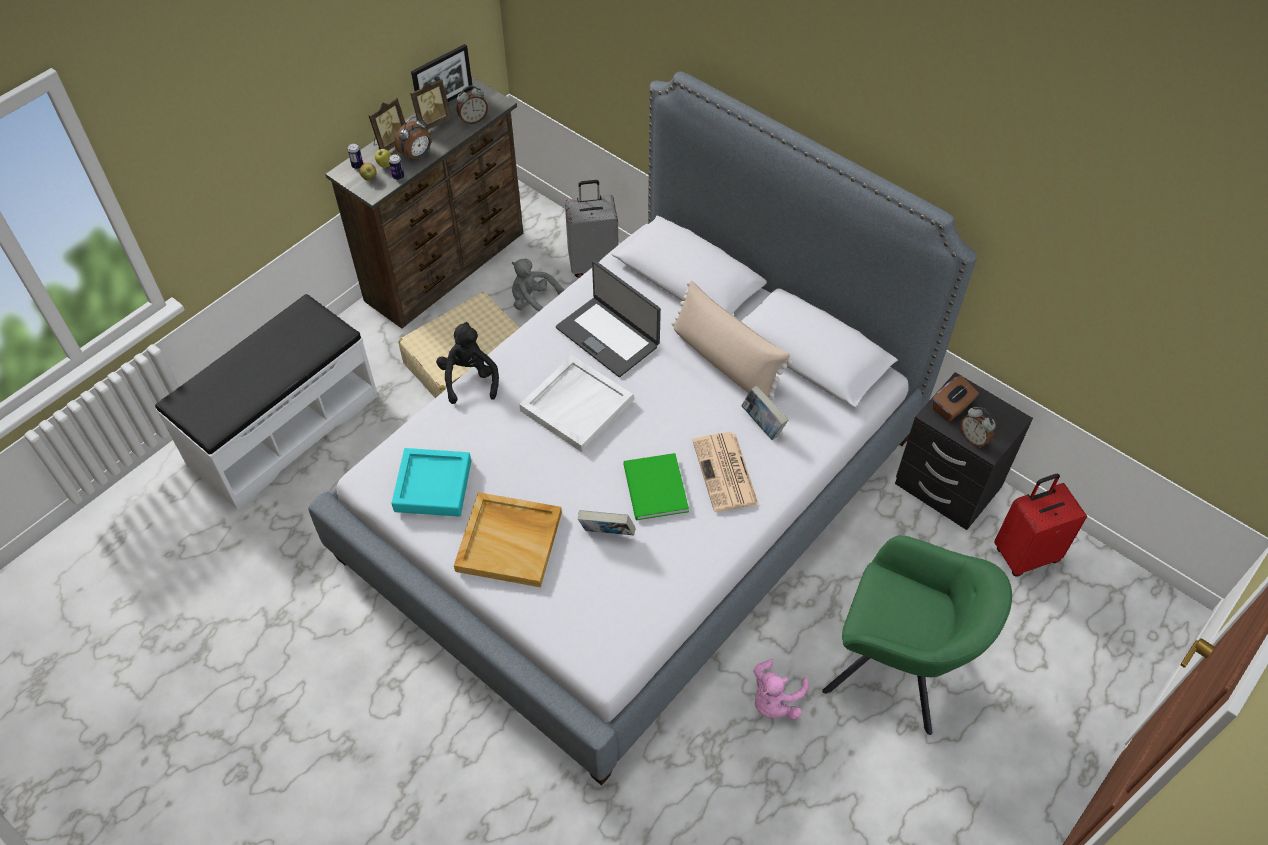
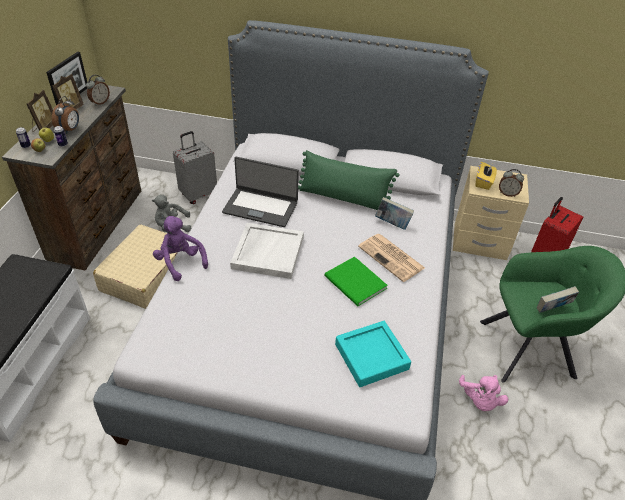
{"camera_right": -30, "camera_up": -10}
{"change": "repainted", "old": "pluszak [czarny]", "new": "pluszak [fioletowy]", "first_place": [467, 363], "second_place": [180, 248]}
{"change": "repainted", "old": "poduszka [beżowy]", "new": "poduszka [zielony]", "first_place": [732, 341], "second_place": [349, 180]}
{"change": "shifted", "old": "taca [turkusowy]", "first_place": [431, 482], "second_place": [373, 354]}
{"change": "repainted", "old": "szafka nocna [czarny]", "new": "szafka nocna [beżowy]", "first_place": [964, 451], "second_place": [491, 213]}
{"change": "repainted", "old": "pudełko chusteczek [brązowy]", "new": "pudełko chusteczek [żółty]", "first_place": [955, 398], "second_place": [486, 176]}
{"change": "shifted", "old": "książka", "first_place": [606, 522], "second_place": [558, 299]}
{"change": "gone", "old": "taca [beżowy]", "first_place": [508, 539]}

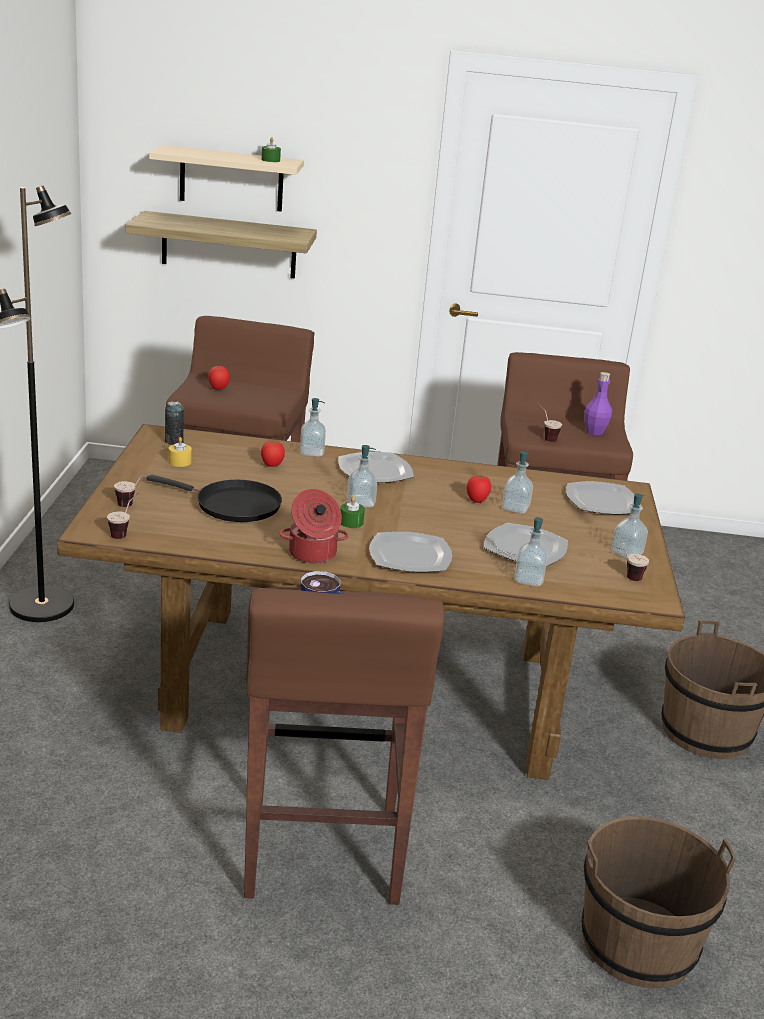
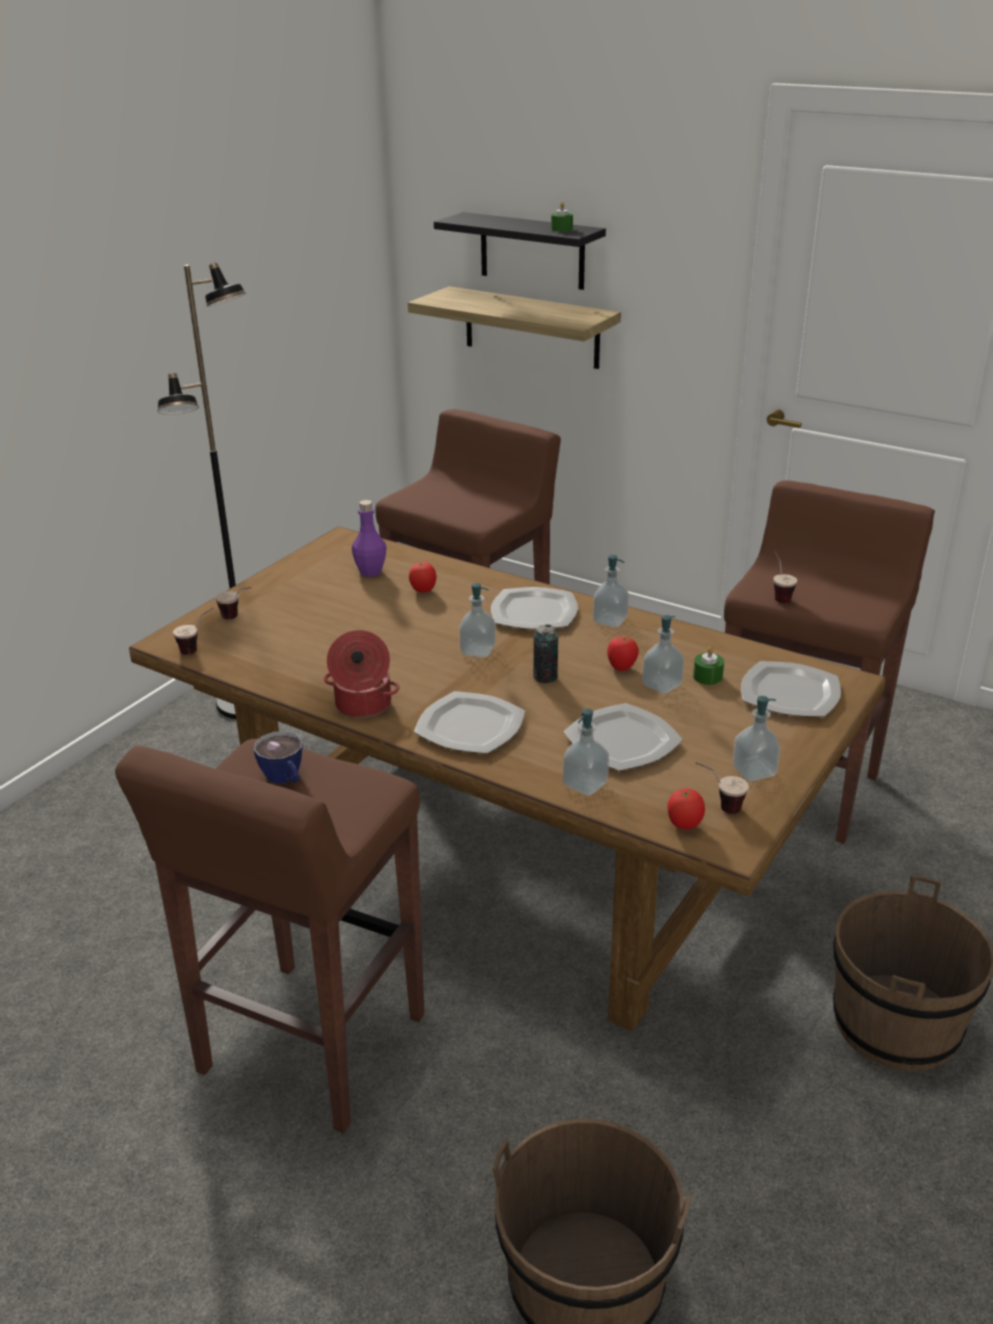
{"camera_right": 30, "camera_up": 5}
{"change": "shifted", "old": "butelka [fioletowy]", "first_place": [598, 403], "second_place": [369, 538]}
{"change": "repainted", "old": "półka [beżowy]", "new": "półka [czarny]", "first_place": [226, 178], "second_place": [520, 251]}
{"change": "shifted", "old": "puszka", "first_place": [174, 423], "second_place": [545, 654]}
{"change": "shifted", "old": "dozownik mydła", "first_place": [313, 427], "second_place": [611, 591]}
{"change": "shifted", "old": "pomidor", "first_place": [219, 378], "second_place": [686, 809]}
{"change": "shifted", "old": "świeca [zielony]", "first_place": [352, 512], "second_place": [708, 665]}
{"change": "gone", "old": "patelnia [czarny]", "first_place": [214, 498]}
{"change": "gone", "old": "świeca [żółty]", "first_place": [180, 452]}

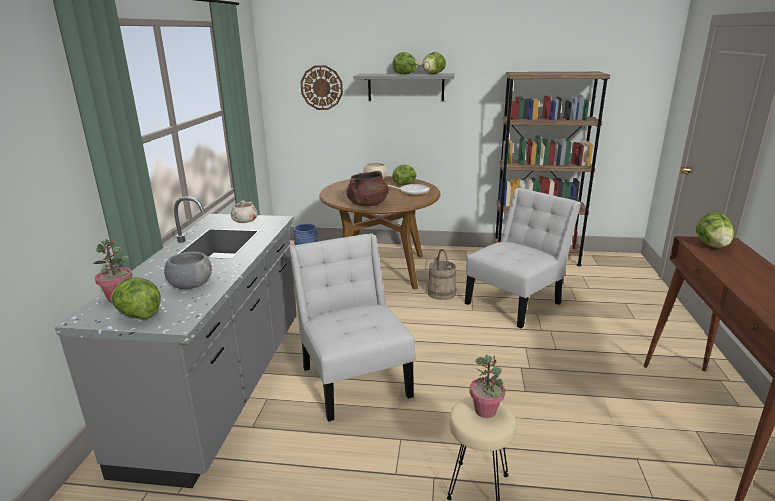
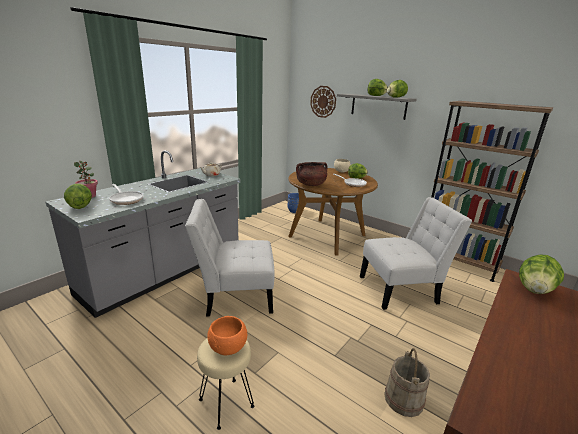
{"camera_right": 30, "camera_up": 0}
{"change": "swapped", "old": "miska [szary]", "new": "patelnia", "first_place": [188, 270], "second_place": [126, 194]}
{"change": "rotated", "old": "krzesło [biały]", "first_place": [352, 327], "second_place": [230, 257], "degrees": -105}
{"change": "swapped", "old": "roślina doniczkowa", "new": "miska [pomarańczowy]", "first_place": [487, 386], "second_place": [227, 335]}
{"change": "shifted", "old": "wiadro [beżowy]", "first_place": [442, 274], "second_place": [407, 382]}

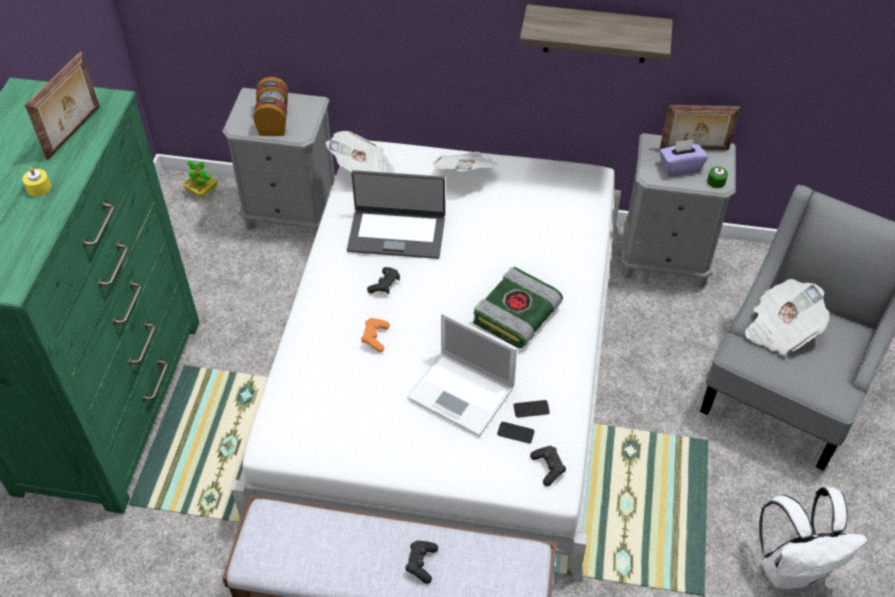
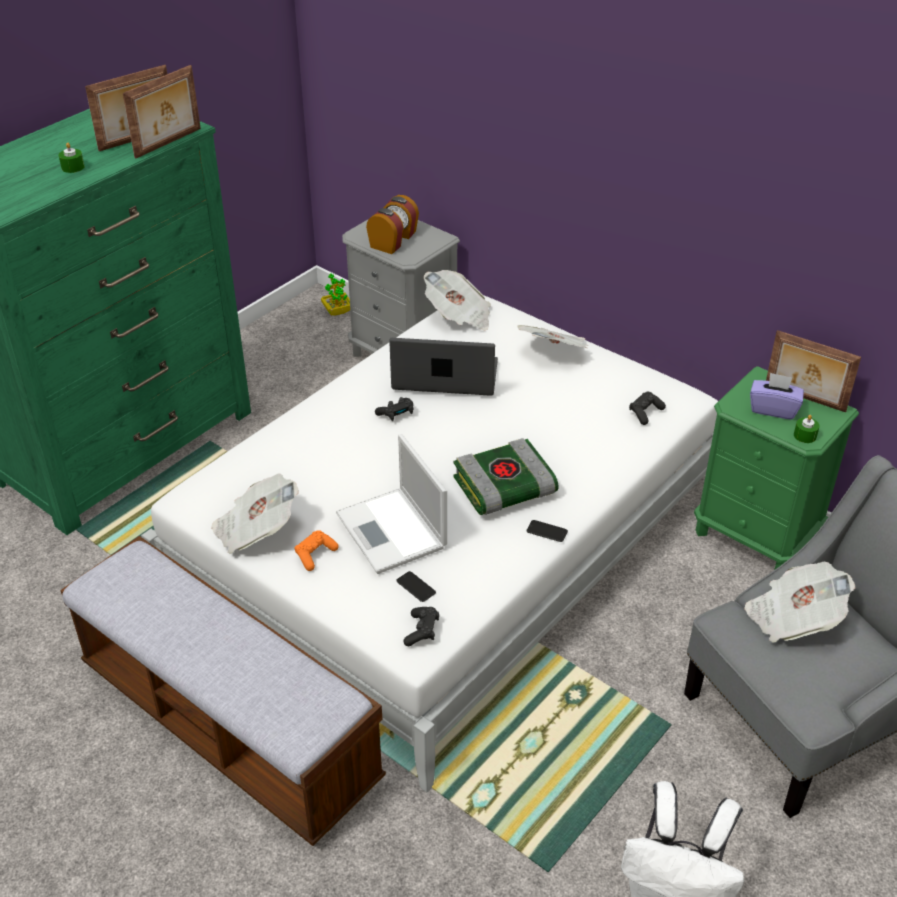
{"camera_right": 30, "camera_up": -10}
{"change": "repainted", "old": "świeca [żółty]", "new": "świeca [zielony]", "first_place": [37, 182], "second_place": [72, 157]}
{"change": "new", "new": "ramka na zdjęcie", "second_place": [162, 112]}
{"change": "new", "new": "gazeta", "second_place": [255, 514]}
{"change": "shifted", "old": "pad do gier [pomarańczowy]", "first_place": [375, 335], "second_place": [317, 550]}
{"change": "rotated", "old": "laptop", "first_place": [396, 214], "second_place": [443, 367], "degrees": 150}
{"change": "shifted", "old": "telefon", "first_place": [531, 409], "second_place": [547, 531]}
{"change": "shifted", "old": "pad do gier [czarny]", "first_place": [421, 562], "second_place": [647, 408]}
{"change": "repainted", "old": "szafka nocna [szary]", "new": "szafka nocna [zielony]", "first_place": [678, 210], "second_place": [776, 468]}
{"change": "gone", "old": "półka", "first_place": [596, 33]}

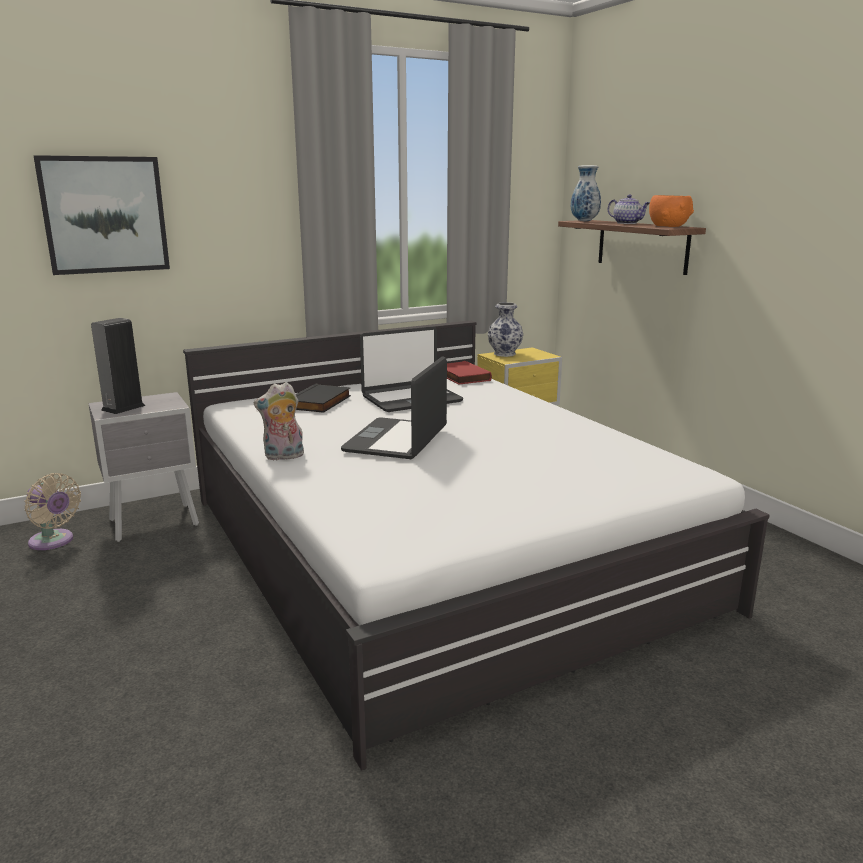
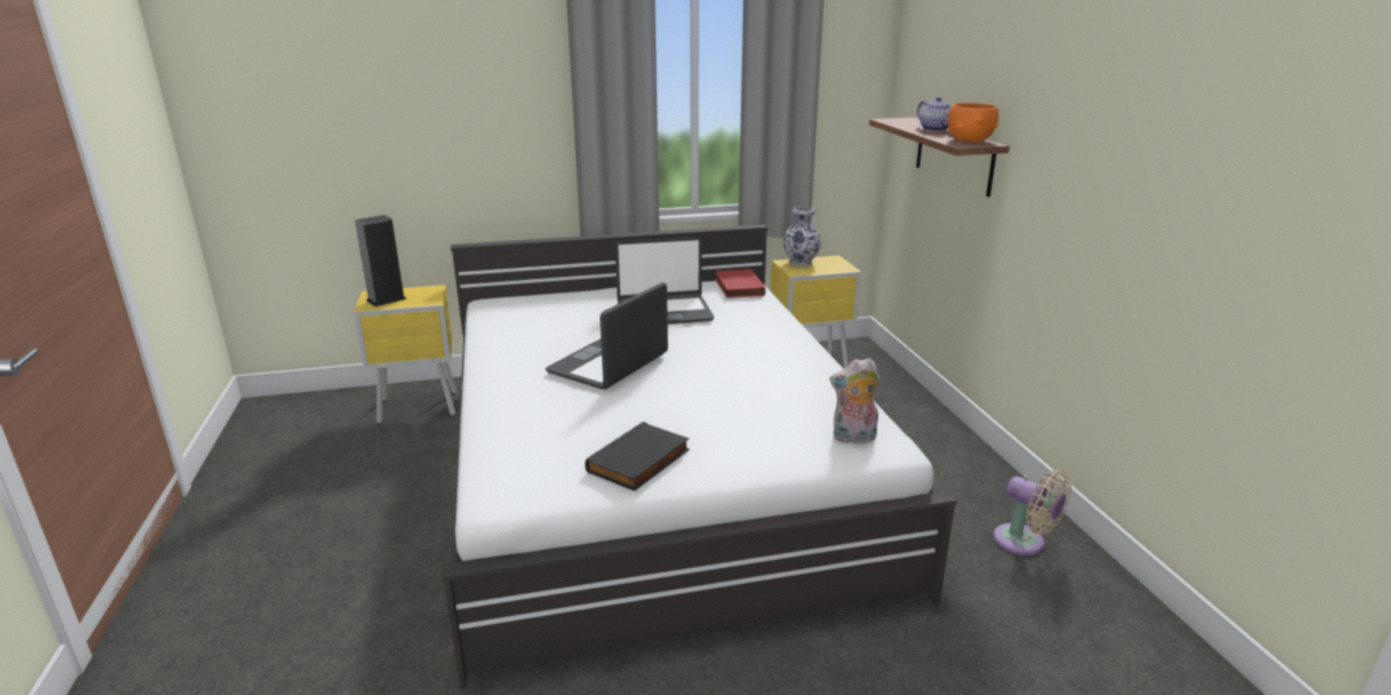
{"camera_right": 15, "camera_up": 5}
{"change": "repainted", "old": "szafka nocna [szary]", "new": "szafka nocna [żółty]", "first_place": [143, 467], "second_place": [405, 354]}
{"change": "shifted", "old": "książka [czarny]", "first_place": [323, 398], "second_place": [637, 456]}
{"change": "shifted", "old": "pluszak", "first_place": [279, 421], "second_place": [855, 400]}
{"change": "shifted", "old": "wentylator [beżowy]", "first_place": [53, 511], "second_place": [1032, 513]}
{"change": "gone", "old": "obraz", "first_place": [102, 215]}
{"change": "gone", "old": "wazon", "first_place": [586, 193]}

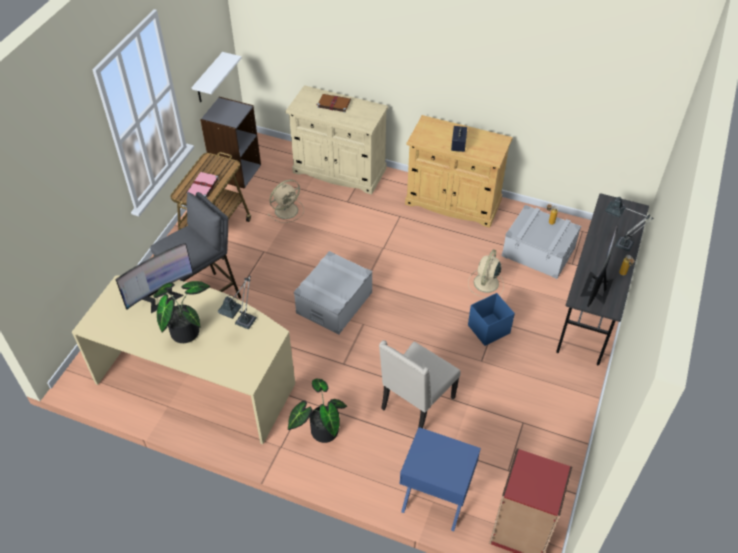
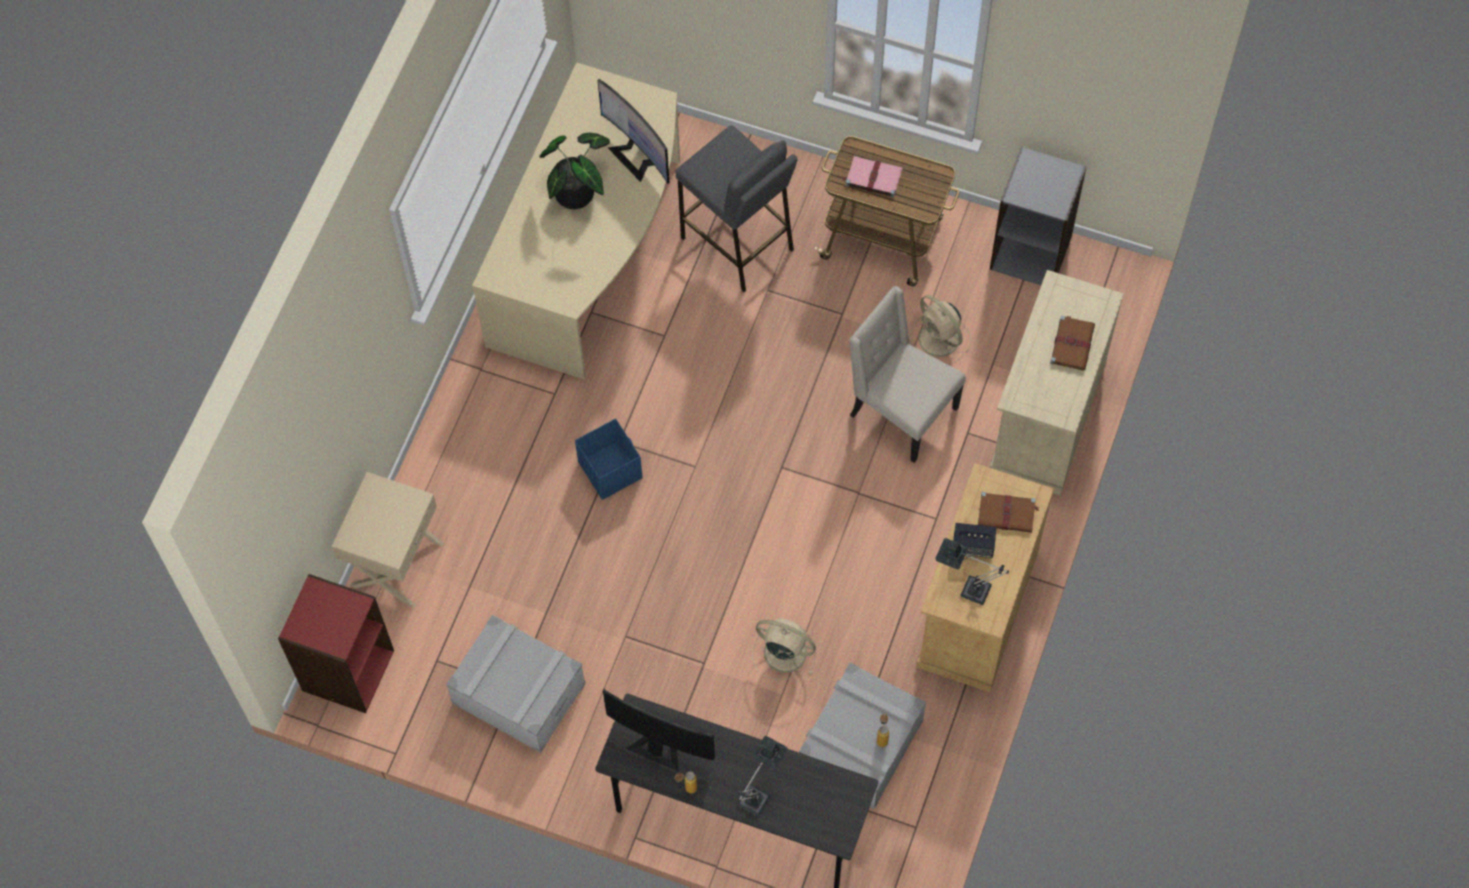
{"camera_right": 90, "camera_up": 15}
{"change": "repainted", "old": "szafka nocna [niebieski]", "new": "szafka nocna [beżowy]", "first_place": [440, 479], "second_place": [388, 540]}
{"change": "shifted", "old": "pojemnik do przechowywania [szary]", "first_place": [333, 293], "second_place": [516, 684]}
{"change": "shifted", "old": "pojemnik do przechowywania [niebieski]", "first_place": [491, 319], "second_place": [609, 459]}
{"change": "shifted", "old": "krzesło [beżowy]", "first_place": [420, 384], "second_place": [907, 374]}
{"change": "shifted", "old": "lampa stołowa", "first_place": [237, 302], "second_place": [972, 571]}
{"change": "new", "new": "książka [brązowy]", "second_place": [1009, 512]}
{"change": "gone", "old": "półka [biały]", "first_place": [217, 77]}
{"change": "gone", "old": "roślina doniczkowa", "first_place": [317, 411]}

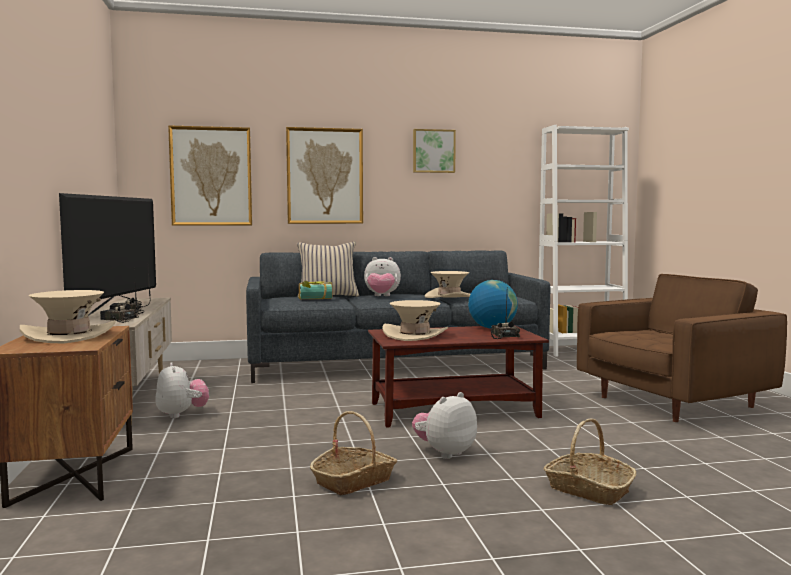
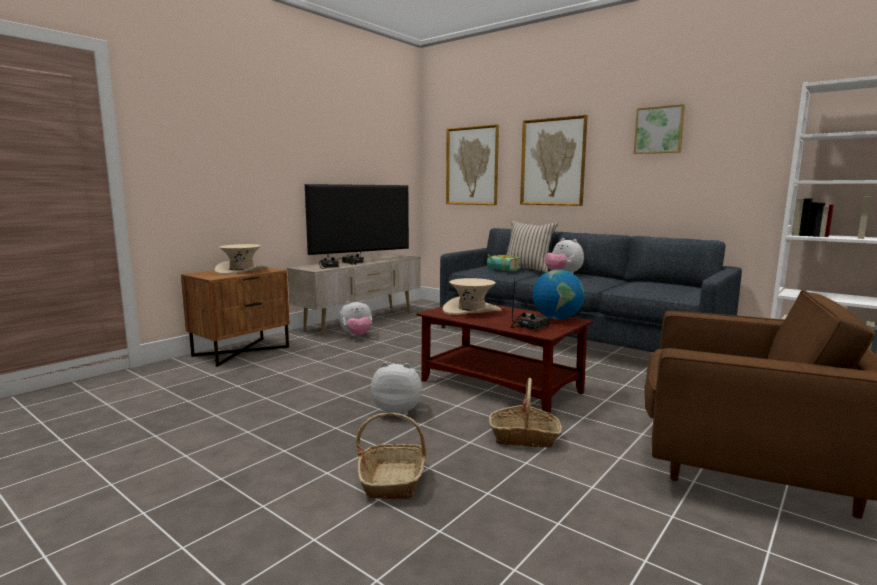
{"camera_right": 50, "camera_up": 5}
{"change": "rotated", "old": "pluszak", "first_place": [182, 390], "second_place": [355, 318], "degrees": 45}
{"change": "shifted", "old": "koszyk", "first_place": [353, 453], "second_place": [525, 413]}
{"change": "gone", "old": "kapelusz [beżowy]", "first_place": [447, 284]}

